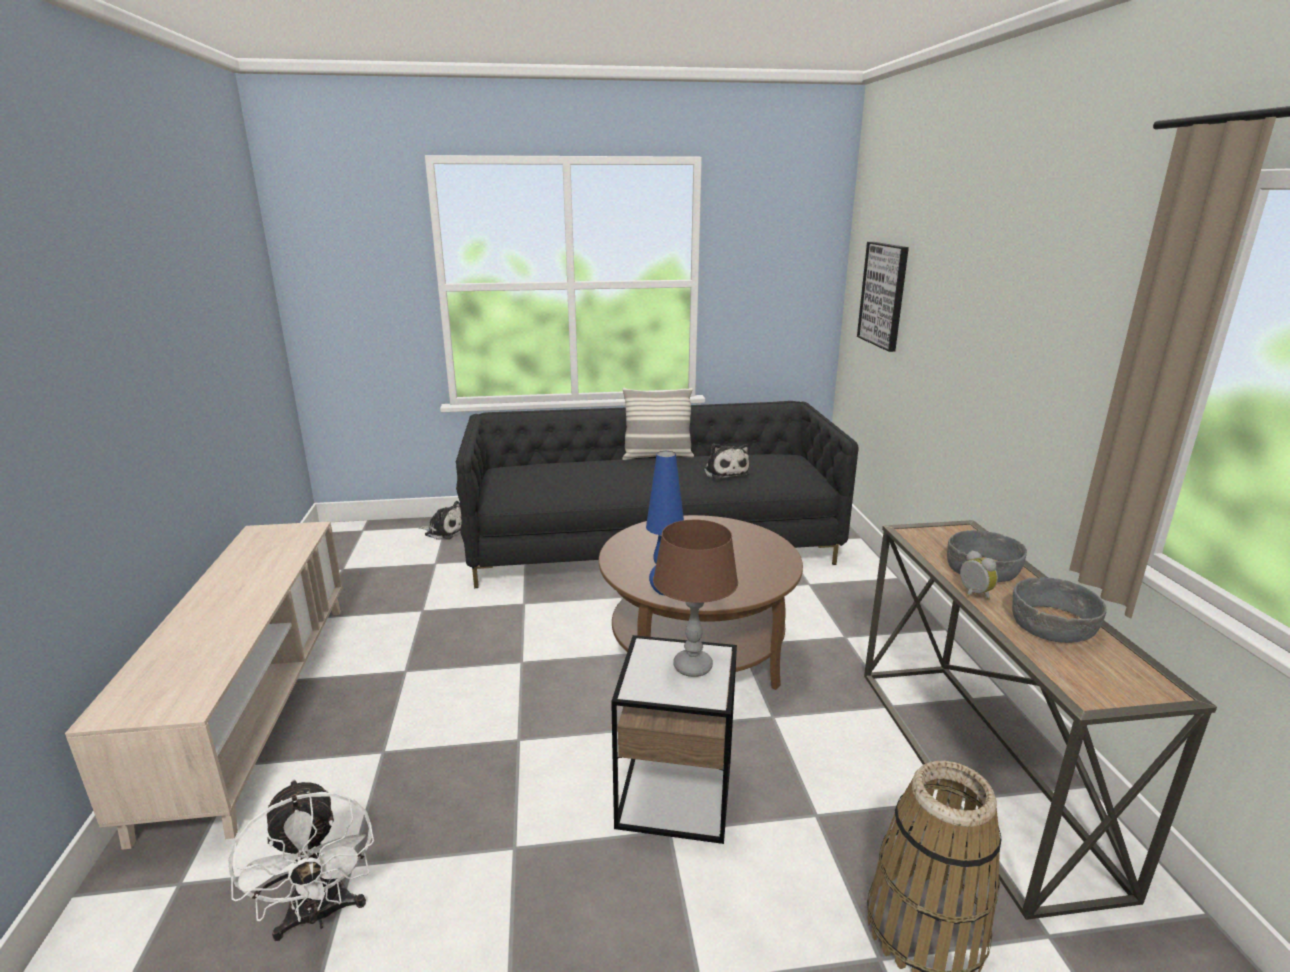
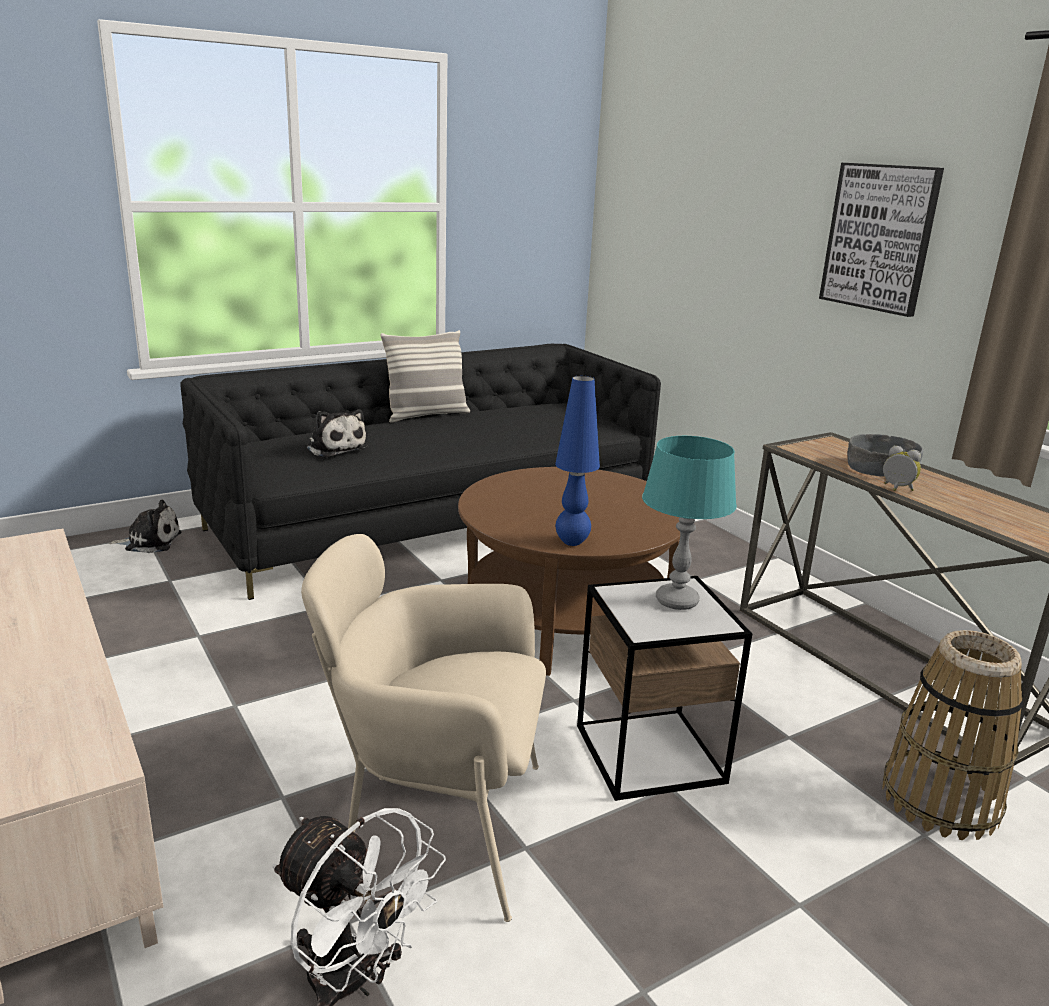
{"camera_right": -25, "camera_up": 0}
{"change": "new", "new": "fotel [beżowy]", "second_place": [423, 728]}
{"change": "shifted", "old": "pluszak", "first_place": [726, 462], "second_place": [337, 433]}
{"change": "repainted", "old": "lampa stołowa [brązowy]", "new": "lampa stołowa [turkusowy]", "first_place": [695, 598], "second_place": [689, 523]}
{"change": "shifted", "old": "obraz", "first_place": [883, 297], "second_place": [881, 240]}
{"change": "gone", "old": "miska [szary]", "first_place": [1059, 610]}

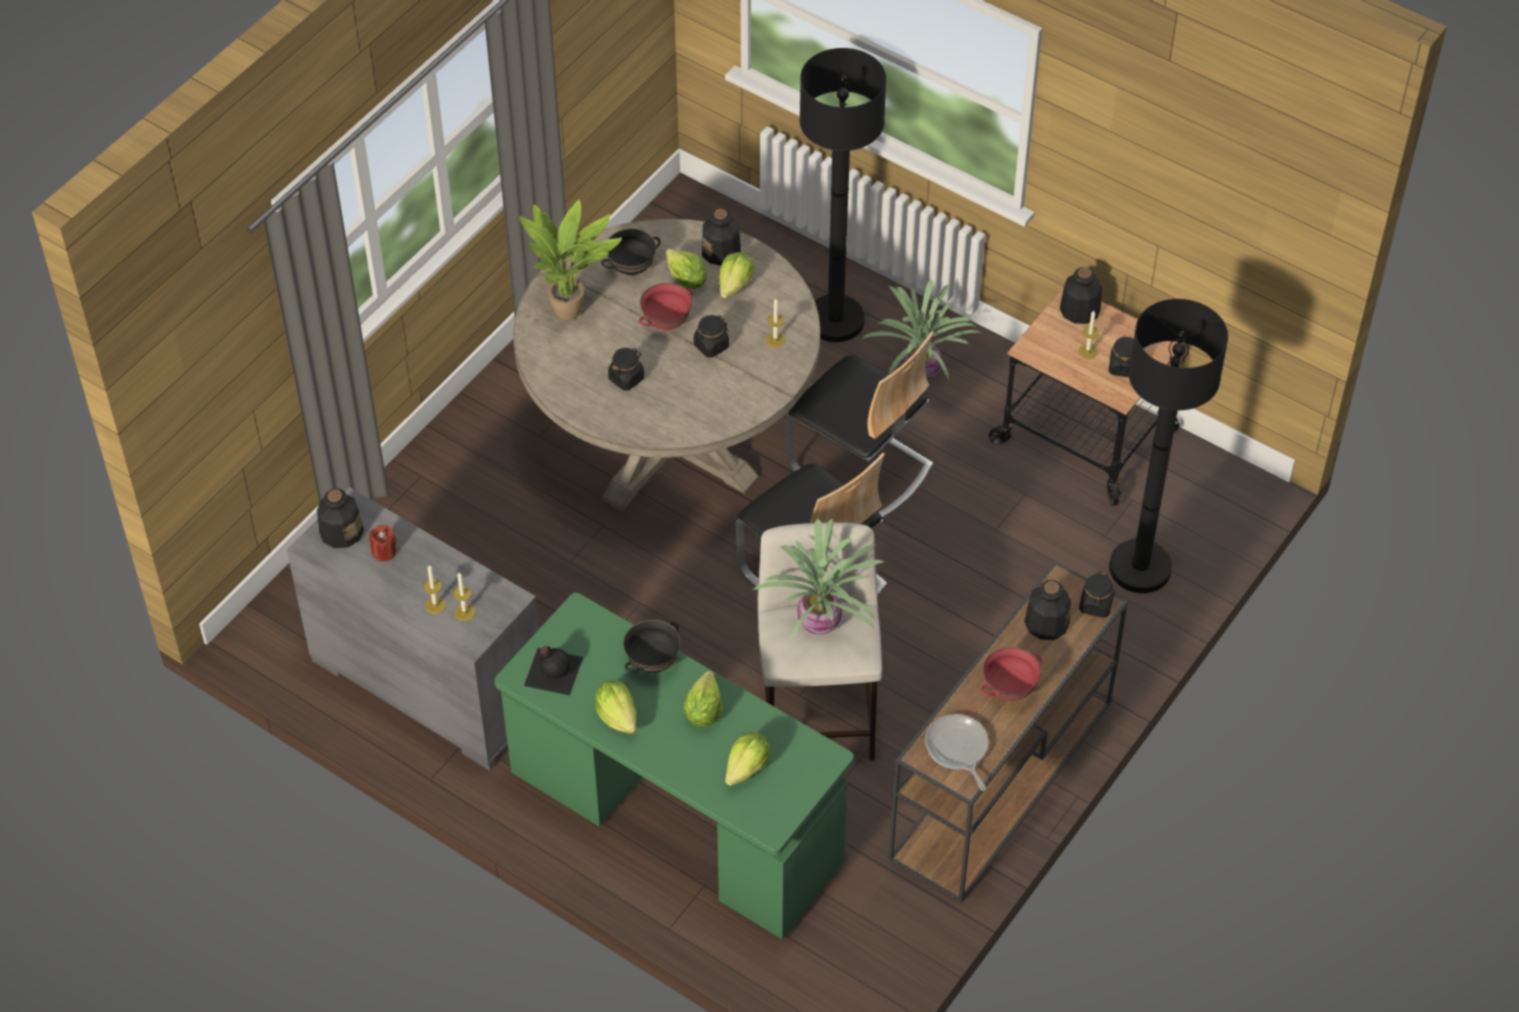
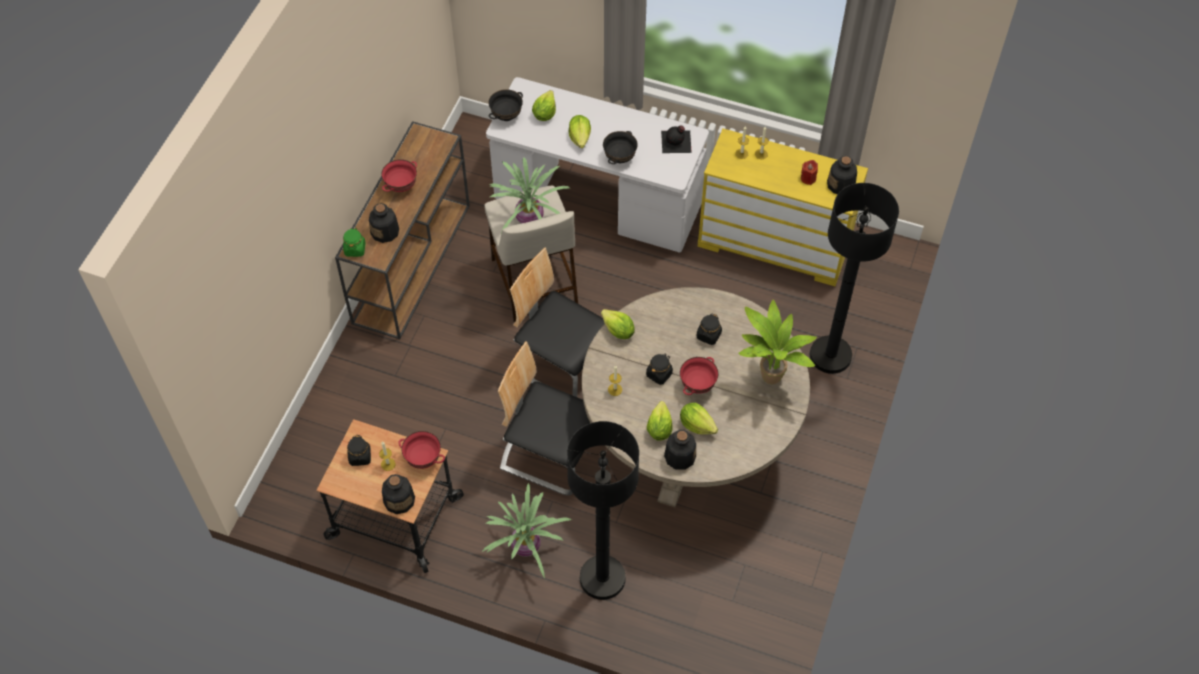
{"camera_right": 165, "camera_up": 5}
{"change": "repainted", "old": "słoik [czarny]", "new": "słoik [zielony]", "first_place": [1097, 594], "second_place": [354, 242]}
{"change": "new", "new": "miska [czerwony]", "second_place": [421, 450]}
{"change": "repainted", "old": "biurko [zielony]", "new": "biurko [biały]", "first_place": [674, 766], "second_place": [597, 164]}
{"change": "shifted", "old": "miska [czarny]", "first_place": [631, 252], "second_place": [505, 105]}
{"change": "shifted", "old": "sałata", "first_place": [615, 707], "second_place": [618, 324]}
{"change": "repainted", "old": "komoda [szary]", "new": "komoda [żółty]", "first_place": [412, 629], "second_place": [783, 207]}
{"change": "shifted", "old": "lampa stojąca [czarny]", "first_place": [1168, 446], "second_place": [854, 278]}
{"change": "gone", "old": "patelnia", "first_place": [957, 752]}

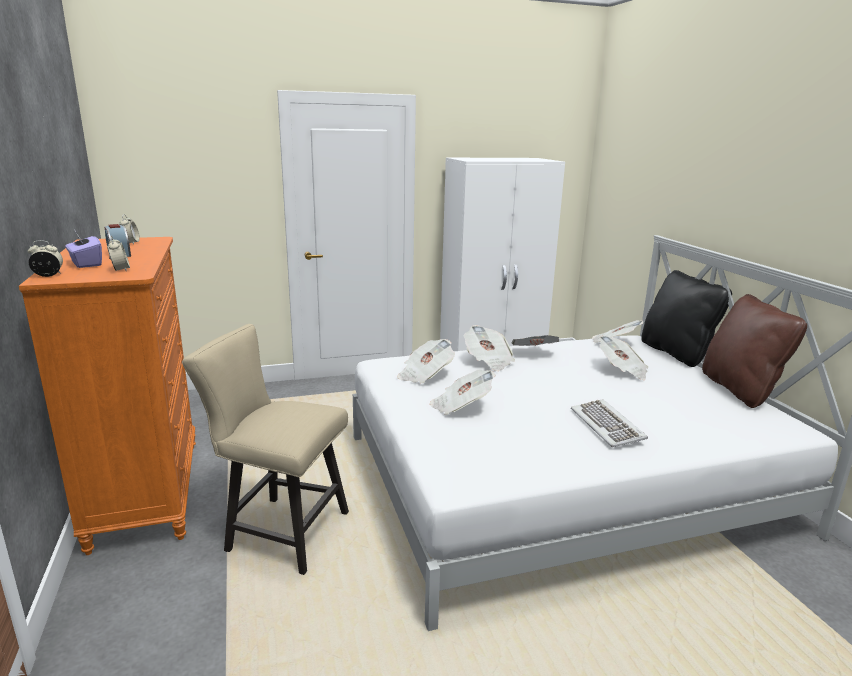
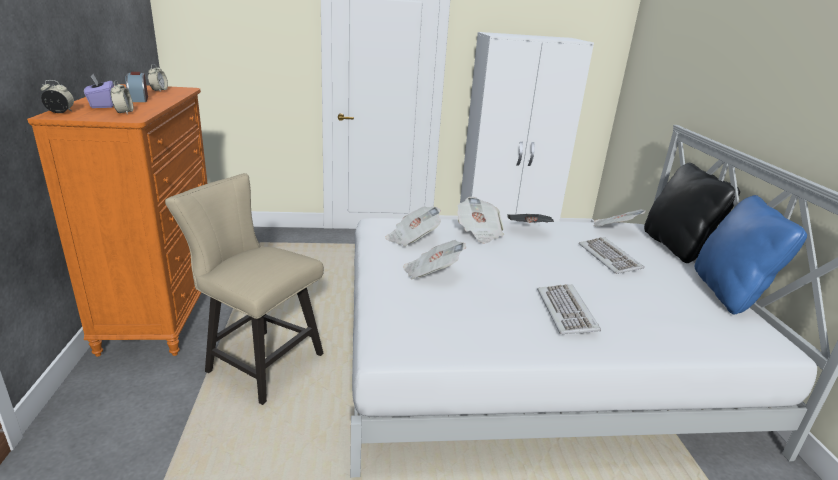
{"camera_right": 10, "camera_up": 5}
{"change": "swapped", "old": "gazeta", "new": "klawiatura", "first_place": [623, 357], "second_place": [611, 255]}
{"change": "repainted", "old": "poduszka [brązowy]", "new": "poduszka [niebieski]", "first_place": [754, 351], "second_place": [750, 255]}

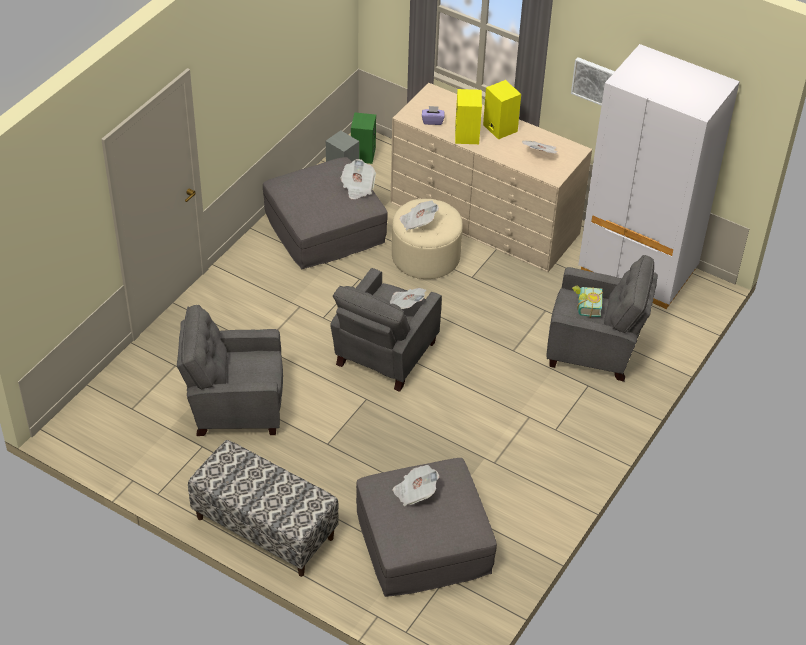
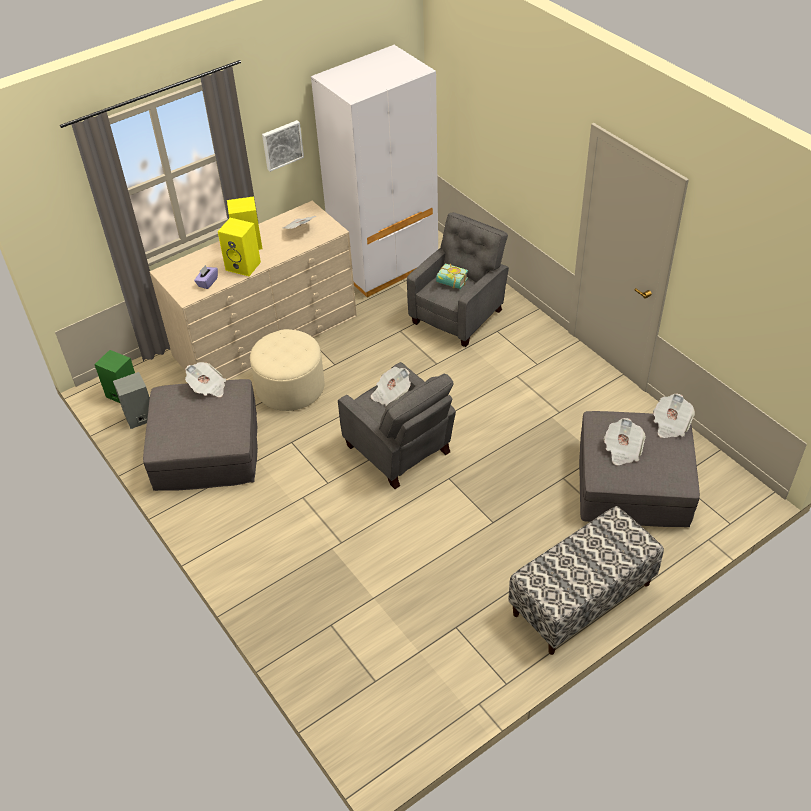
{"camera_right": -65, "camera_up": 0}
{"change": "shifted", "old": "gazeta", "first_place": [419, 215], "second_place": [674, 415]}
{"change": "gone", "old": "fotel [szary]", "first_place": [230, 370]}

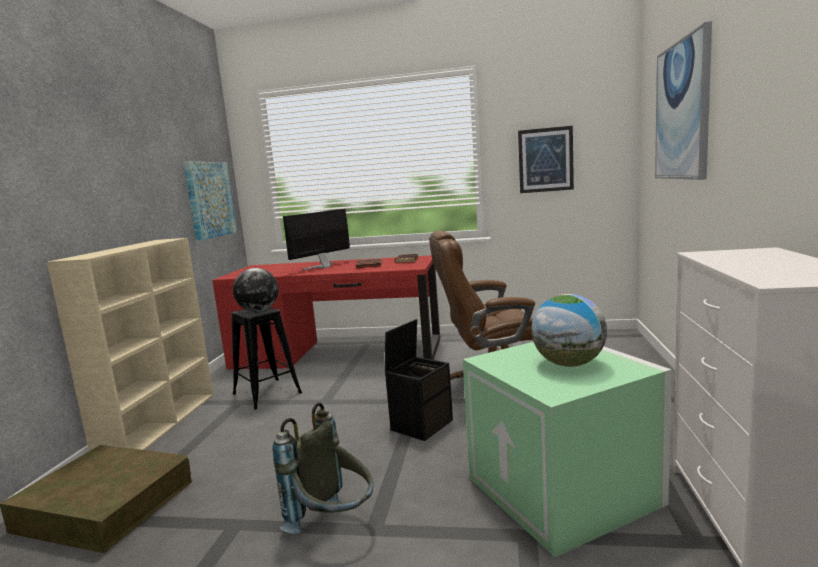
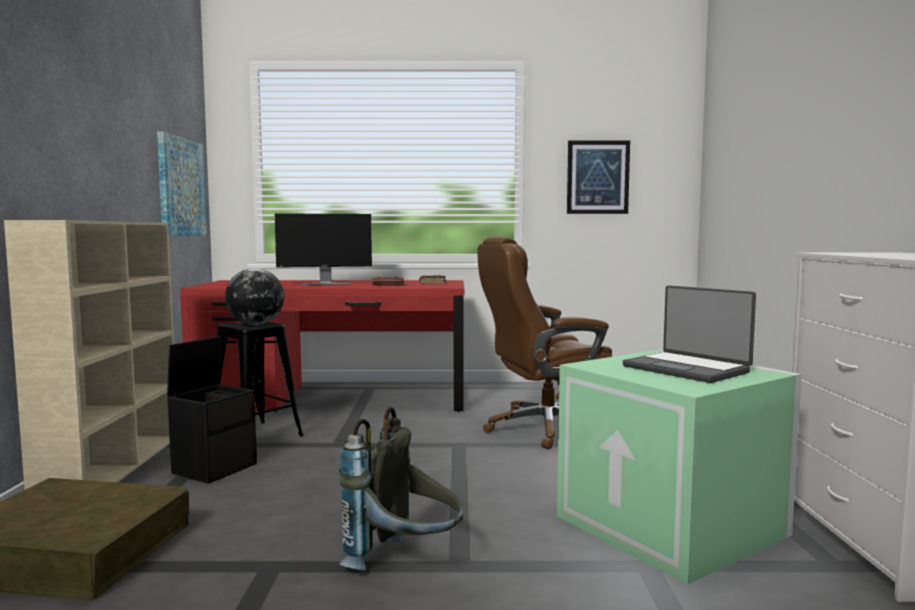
{"camera_right": -10, "camera_up": -5}
{"change": "shifted", "old": "pojemnik do przechowywania [czarny]", "first_place": [419, 380], "second_place": [212, 410]}
{"change": "rotated", "old": "monitor", "first_place": [316, 239], "second_place": [323, 249], "degrees": -135}
{"change": "swapped", "old": "globus", "new": "laptop", "first_place": [569, 330], "second_place": [689, 334]}
{"change": "gone", "old": "obraz", "first_place": [683, 100]}

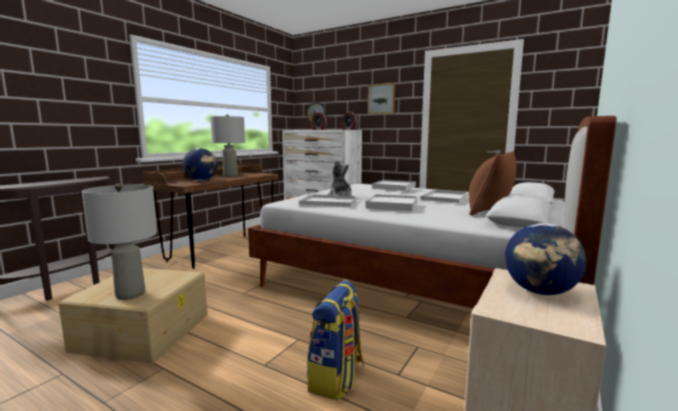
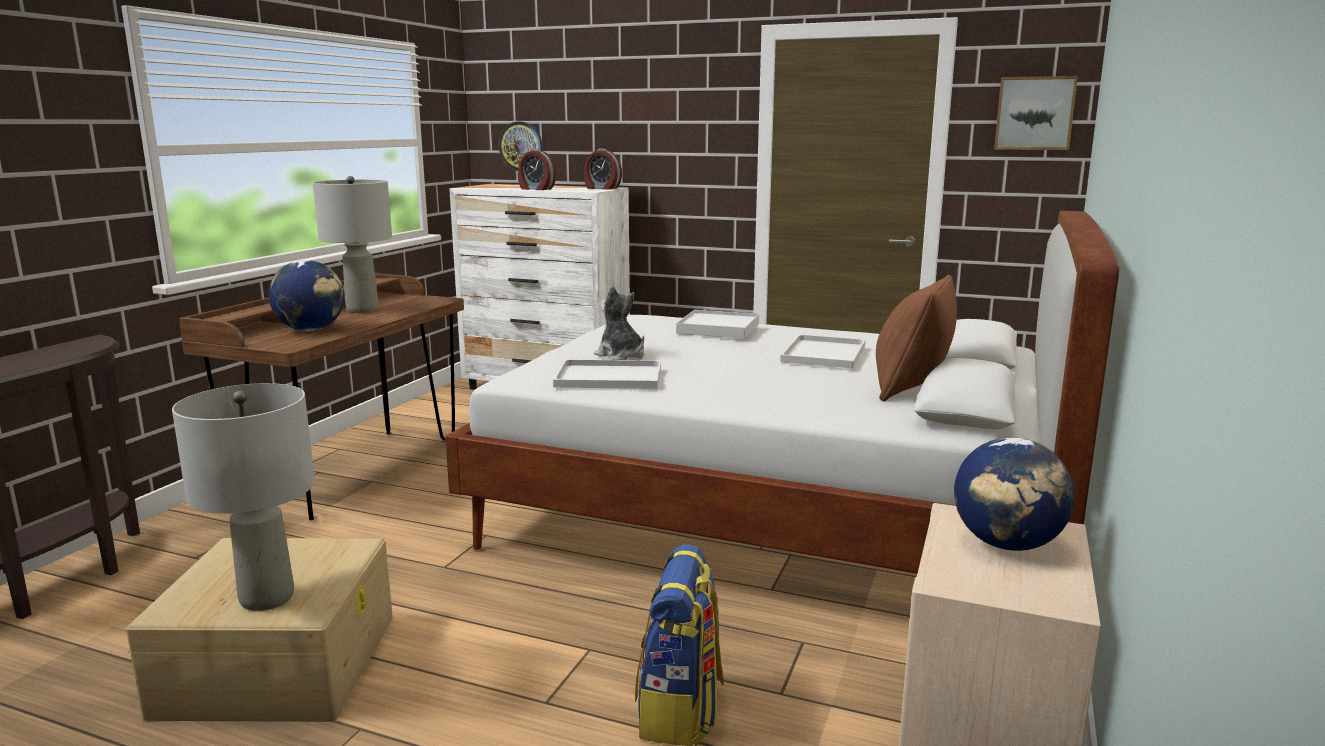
{"camera_right": -10, "camera_up": 5}
{"change": "shifted", "old": "obraz", "first_place": [381, 98], "second_place": [1036, 113]}
{"change": "gone", "old": "taca [biały]", "first_place": [391, 202]}

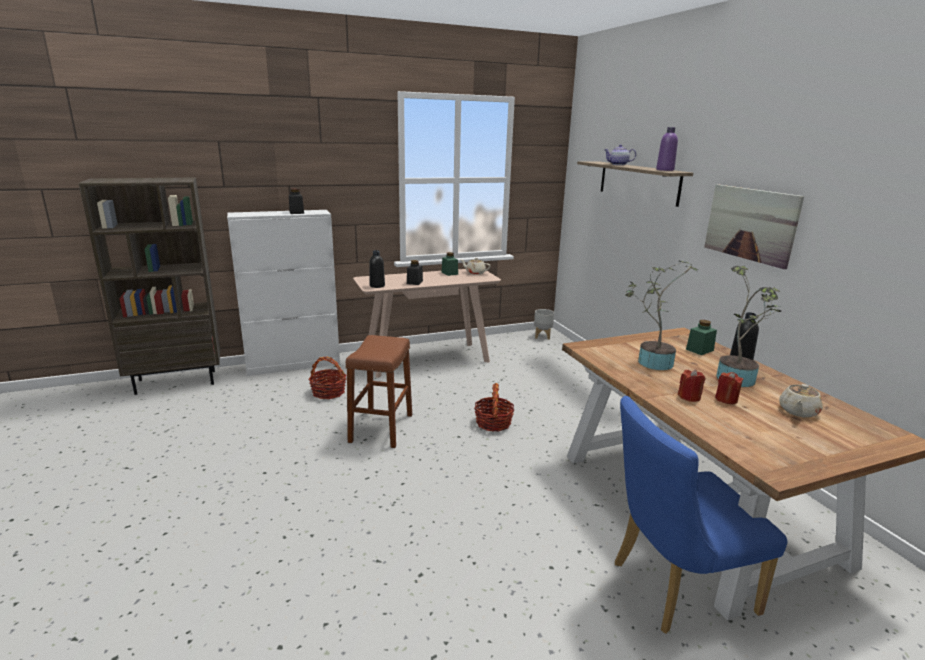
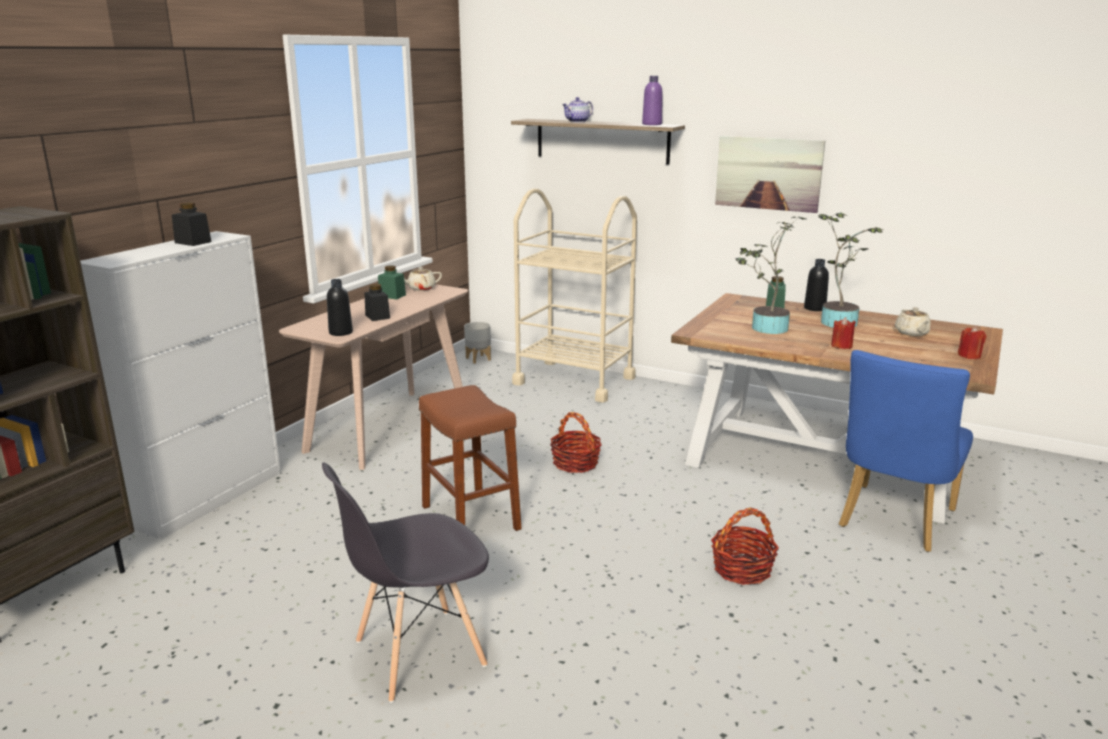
{"camera_right": -40, "camera_up": 0}
{"change": "new", "new": "krzesło [szary]", "second_place": [405, 582]}
{"change": "new", "new": "wózek [beżowy]", "second_place": [574, 295]}
{"change": "shifted", "old": "koszyk", "first_place": [327, 378], "second_place": [745, 546]}
{"change": "shifted", "old": "świeca [czerwony]", "first_place": [729, 388], "second_place": [972, 342]}

